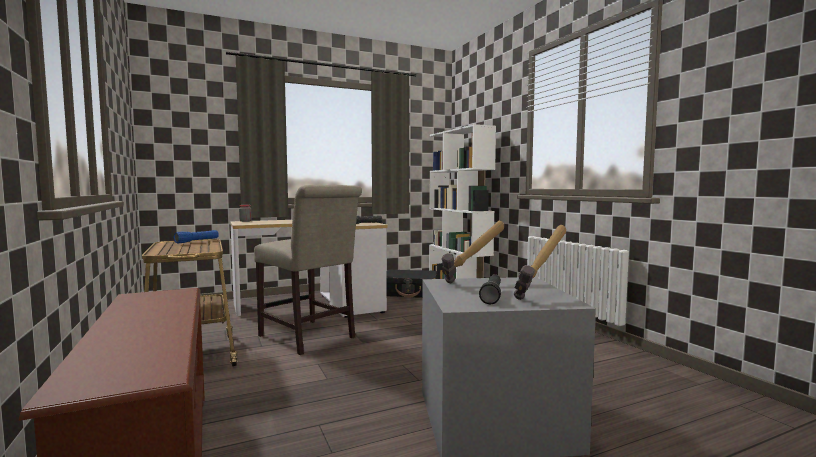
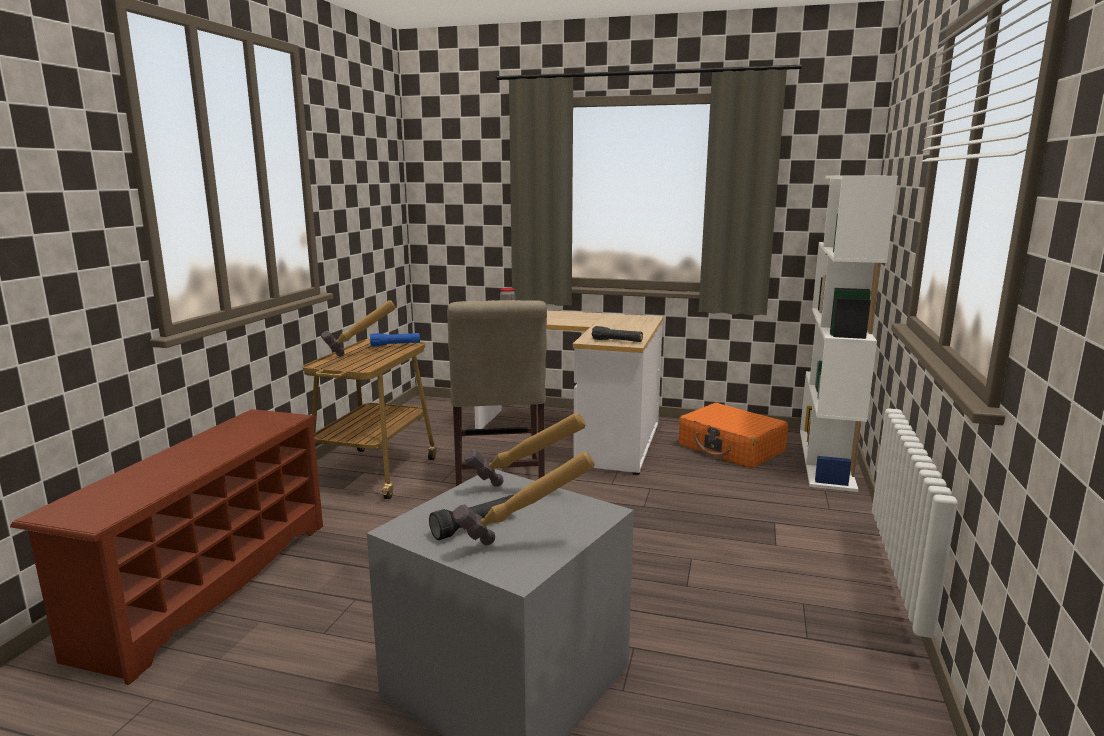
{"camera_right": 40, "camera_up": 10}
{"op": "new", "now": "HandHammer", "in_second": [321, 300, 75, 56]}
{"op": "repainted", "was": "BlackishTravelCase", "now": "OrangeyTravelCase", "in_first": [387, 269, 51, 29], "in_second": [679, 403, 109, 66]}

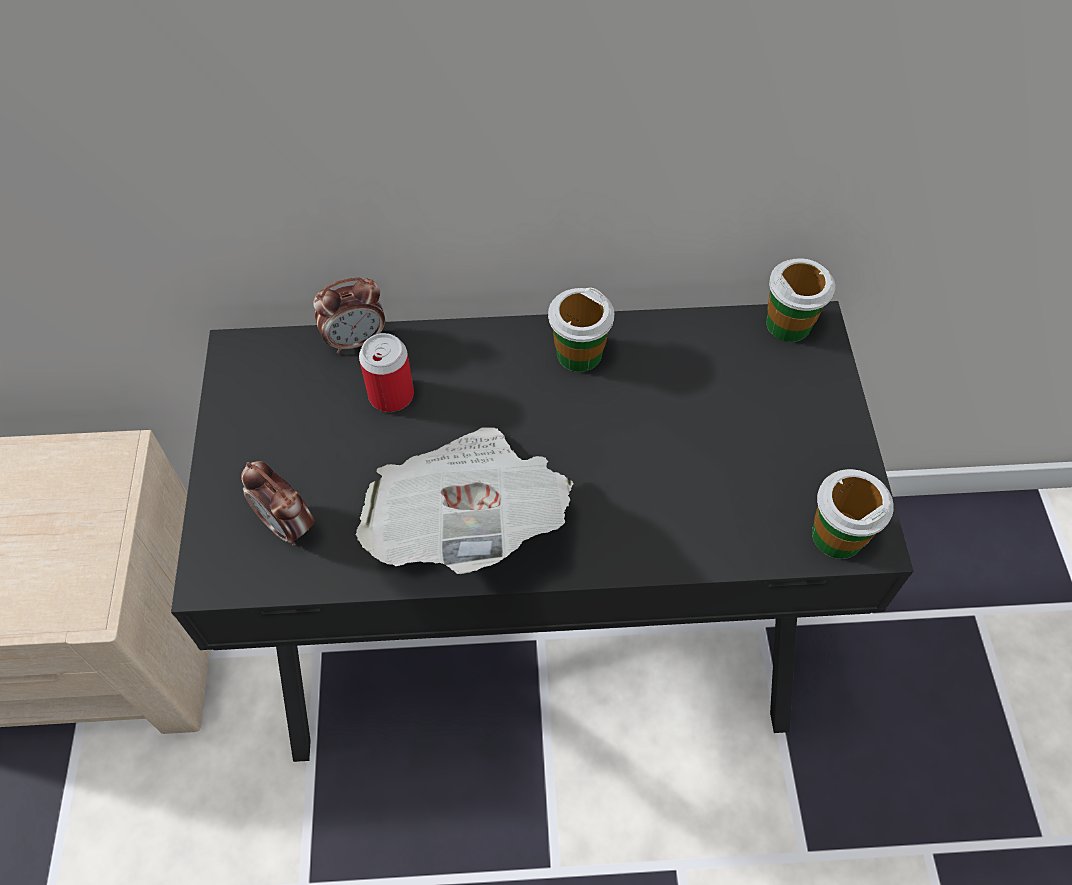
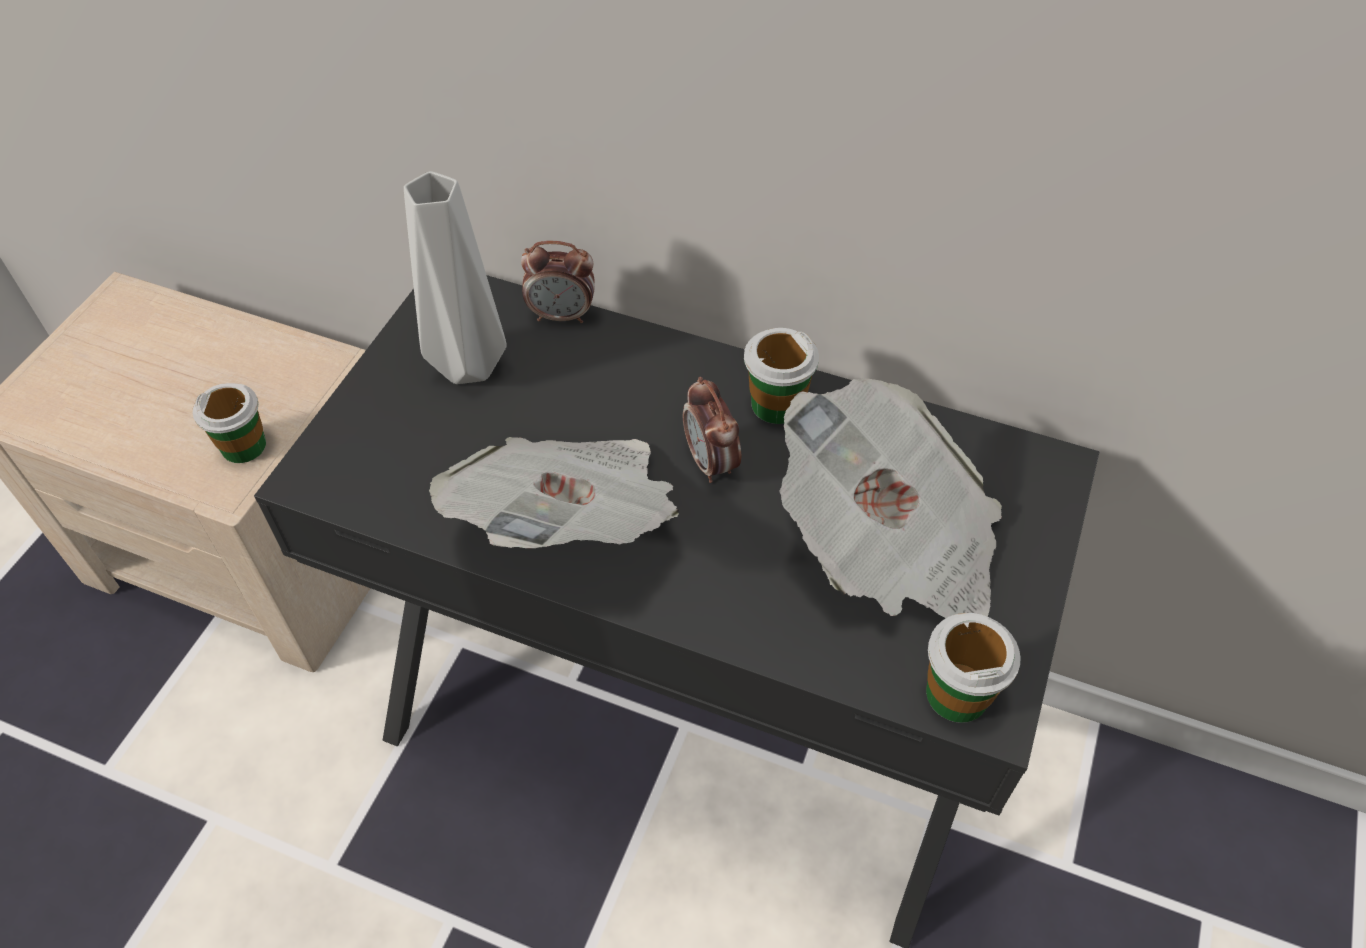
{"camera_right": 25, "camera_up": -5}
{"op": "shifted", "was": "SmallCup", "in_first": [766, 258, 69, 84], "in_second": [193, 383, 73, 80]}
{"op": "new", "now": "GrayFlowerVase", "in_second": [404, 171, 103, 213]}
{"op": "shifted", "was": "BedsideClock", "in_first": [241, 461, 73, 85], "in_second": [683, 377, 58, 106]}
{"op": "new", "now": "PrintedPaper", "in_second": [779, 379, 223, 239]}
{"op": "gone", "was": "MetalCan", "in_first": [359, 333, 55, 79]}

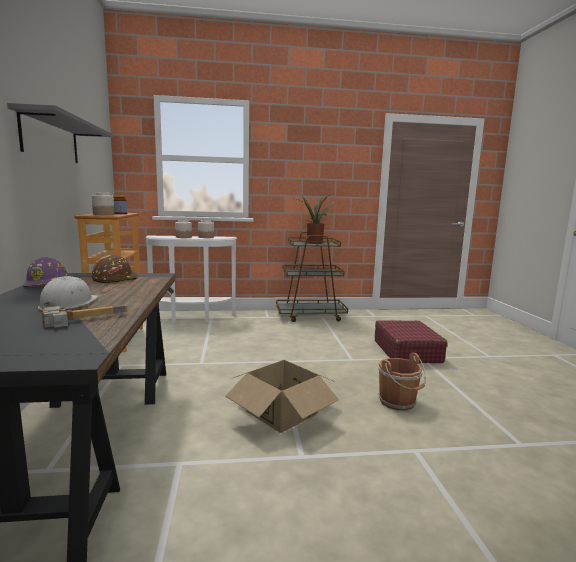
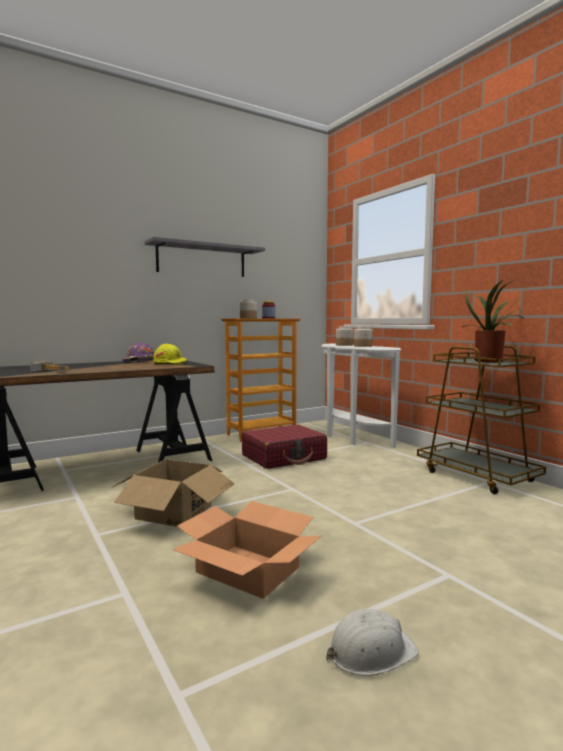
{"camera_right": 65, "camera_up": -5}
{"op": "repainted", "was": "BrownColouredSafetyHelmet", "now": "YellowColouredSafetyHelmet", "in_first": [91, 255, 47, 28], "in_second": [153, 344, 34, 21]}
{"op": "swapped", "was": "BrownColouredBucket", "now": "PackingBox", "in_first": [378, 353, 48, 57], "in_second": [172, 501, 150, 98]}
{"op": "shifted", "was": "RedTravelCase", "in_first": [375, 320, 73, 43], "in_second": [241, 424, 86, 45]}
{"op": "shifted", "was": "WhiteSafetyHelmet", "in_first": [38, 276, 61, 34], "in_second": [326, 609, 93, 67]}

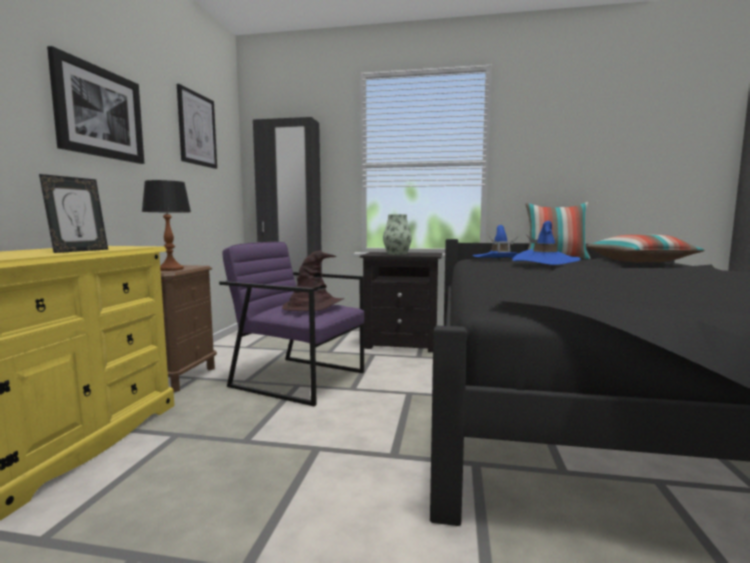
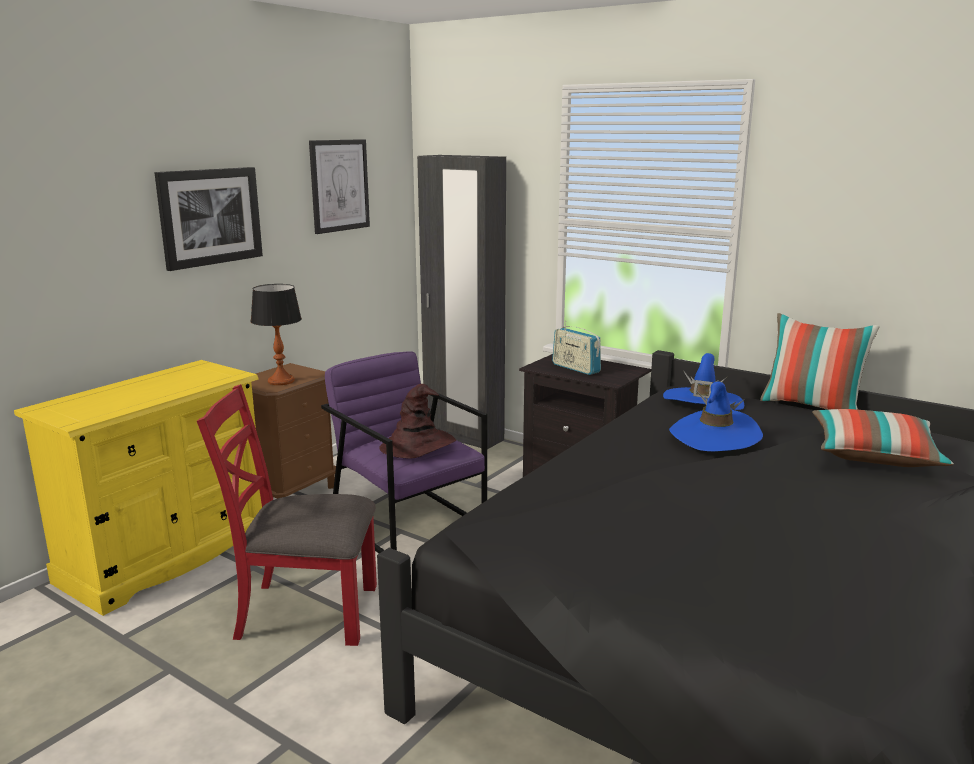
{"camera_right": 25, "camera_up": 10}
{"op": "new", "now": "RedChair", "in_second": [197, 384, 180, 262]}
{"op": "swapped", "was": "FlowerVase", "now": "Radio", "in_first": [383, 214, 29, 41], "in_second": [552, 321, 49, 54]}
{"op": "gone", "was": "PictureFrame", "in_first": [39, 174, 69, 79]}

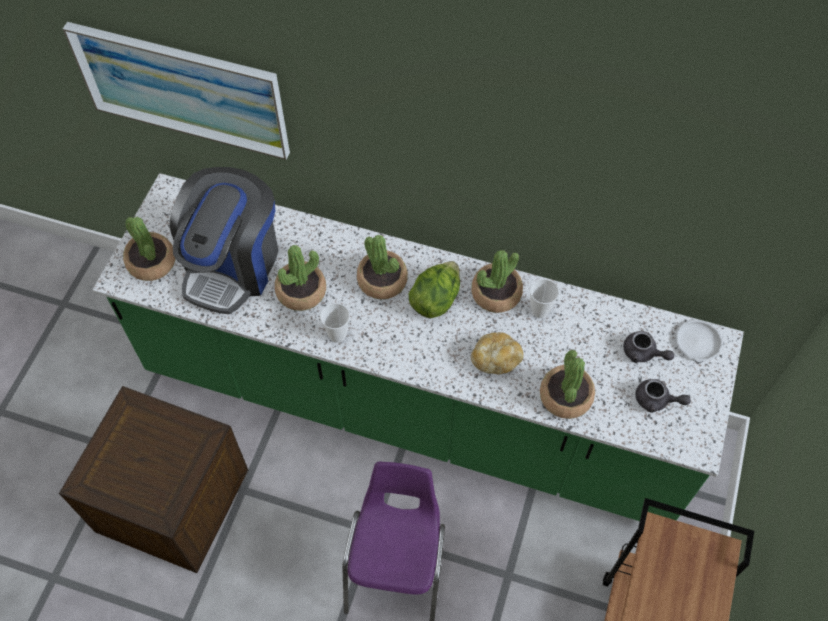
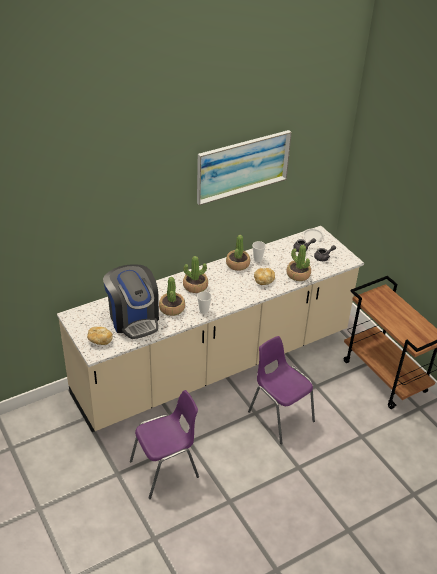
{"camera_right": -50, "camera_up": -20}
{"op": "repainted", "was": "GreenKitchenBaseUnit", "now": "BeigeKitchenBaseUnit", "in_first": [93, 173, 651, 348], "in_second": [57, 226, 307, 206]}
{"op": "swapped", "was": "Houseplant", "now": "Bread", "in_first": [123, 217, 52, 64], "in_second": [87, 327, 26, 18]}
{"op": "swapped", "was": "ShippingCrate", "now": "PurplishChair", "in_first": [59, 386, 189, 187], "in_second": [130, 390, 69, 109]}
{"op": "shifted", "was": "Picture", "in_first": [63, 22, 227, 138], "in_second": [197, 130, 95, 75]}
{"op": "gone", "was": "Lettuce", "in_first": [409, 261, 51, 57]}

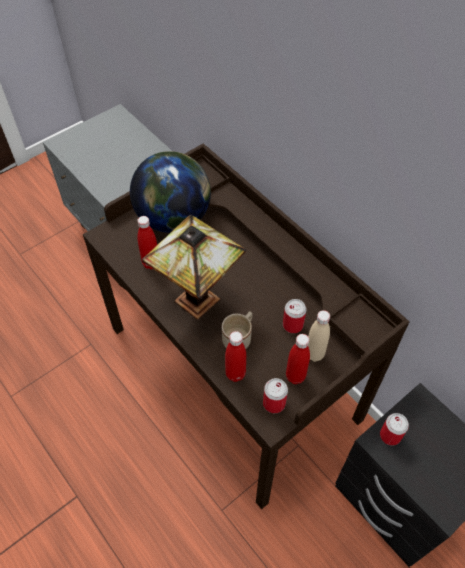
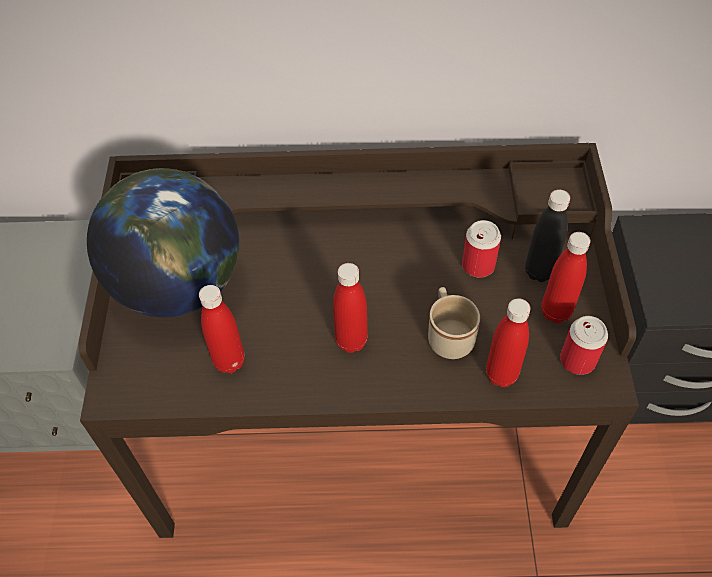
{"camera_right": -50, "camera_up": 0}
{"op": "swapped", "was": "TableLamp", "now": "RedBeverageBottle", "in_first": [142, 215, 104, 105], "in_second": [333, 263, 35, 90]}
{"op": "repainted", "was": "BeigeBeverageBottle", "now": "BlackishBeverageBottle", "in_first": [308, 310, 22, 52], "in_second": [525, 189, 45, 93]}
{"op": "gone", "was": "MetalCan", "in_first": [380, 413, 29, 33]}

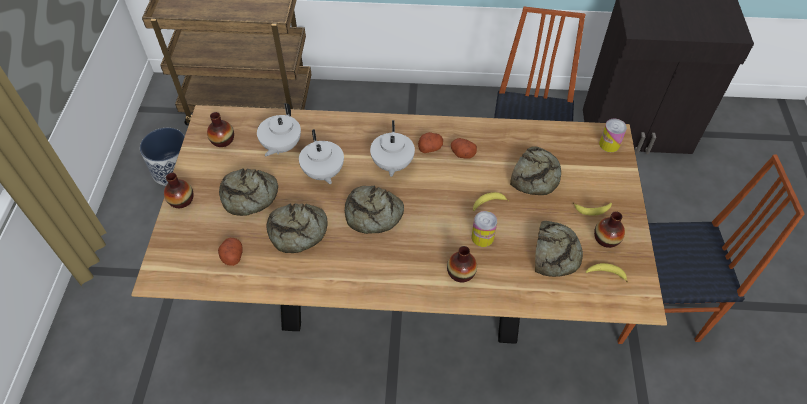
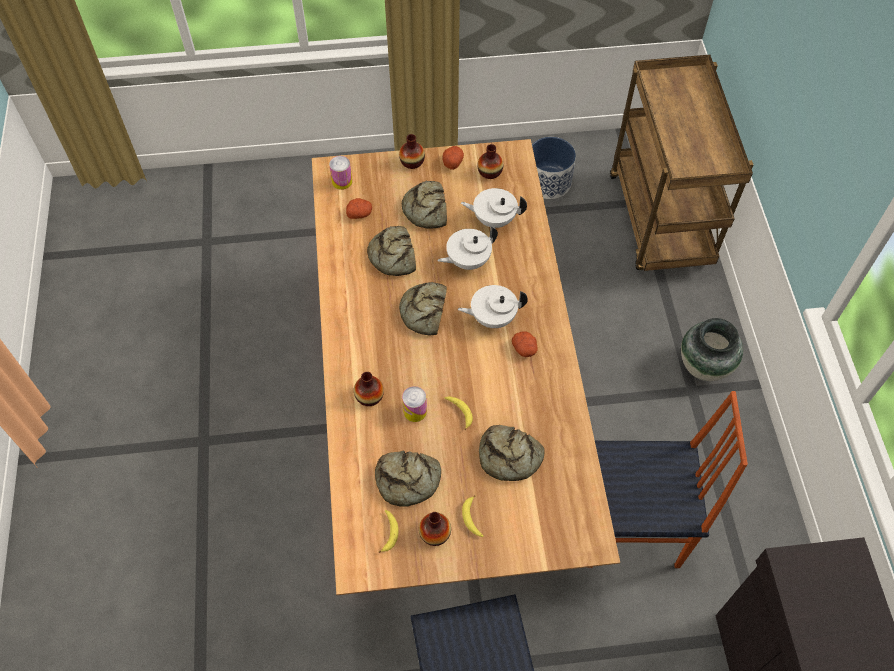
{"camera_right": 80, "camera_up": 5}
{"op": "shifted", "was": "MetalCan", "in_first": [599, 118, 28, 34], "in_second": [329, 156, 23, 34]}
{"op": "shifted", "was": "Spud", "in_first": [451, 138, 26, 21], "in_second": [442, 146, 22, 24]}
{"op": "new", "now": "FlowerVase", "in_second": [681, 318, 62, 63]}

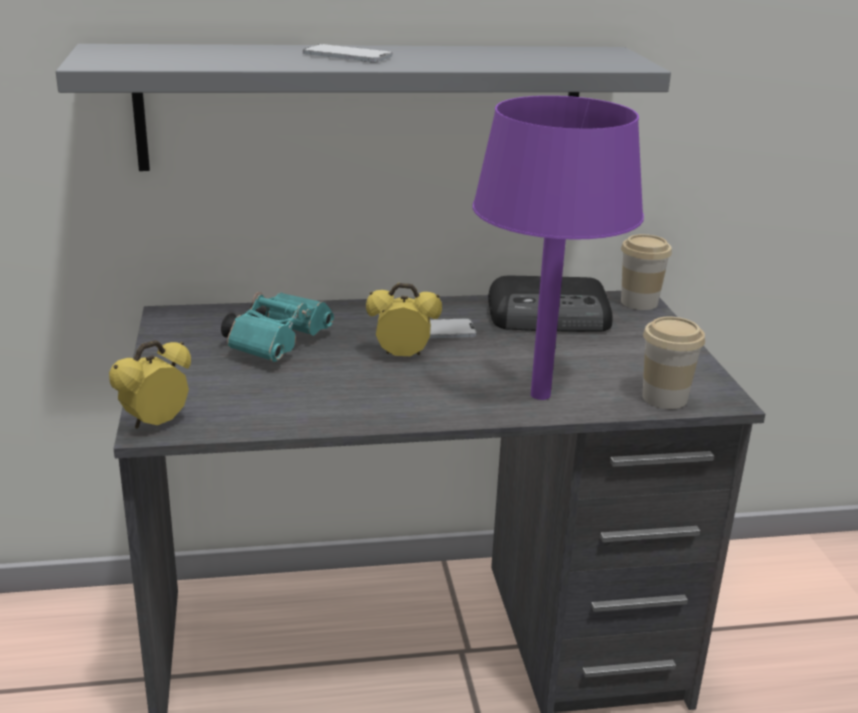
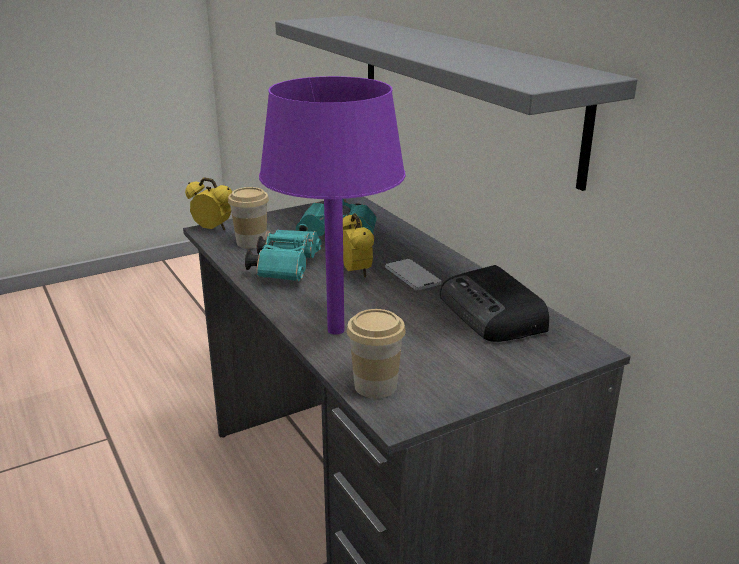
{"camera_right": 70, "camera_up": 0}
{"op": "shifted", "was": "SmallCup", "in_first": [621, 234, 51, 76], "in_second": [228, 187, 41, 62]}
{"op": "new", "now": "BlueGreenPairOfBinoculars", "in_second": [245, 230, 76, 51]}
{"op": "gone", "was": "Telephone", "in_first": [303, 44, 89, 19]}

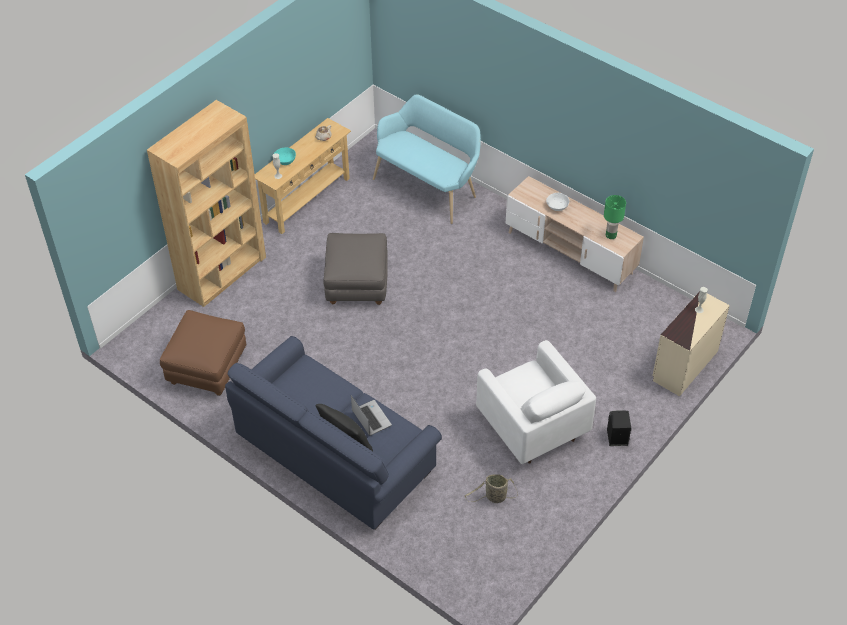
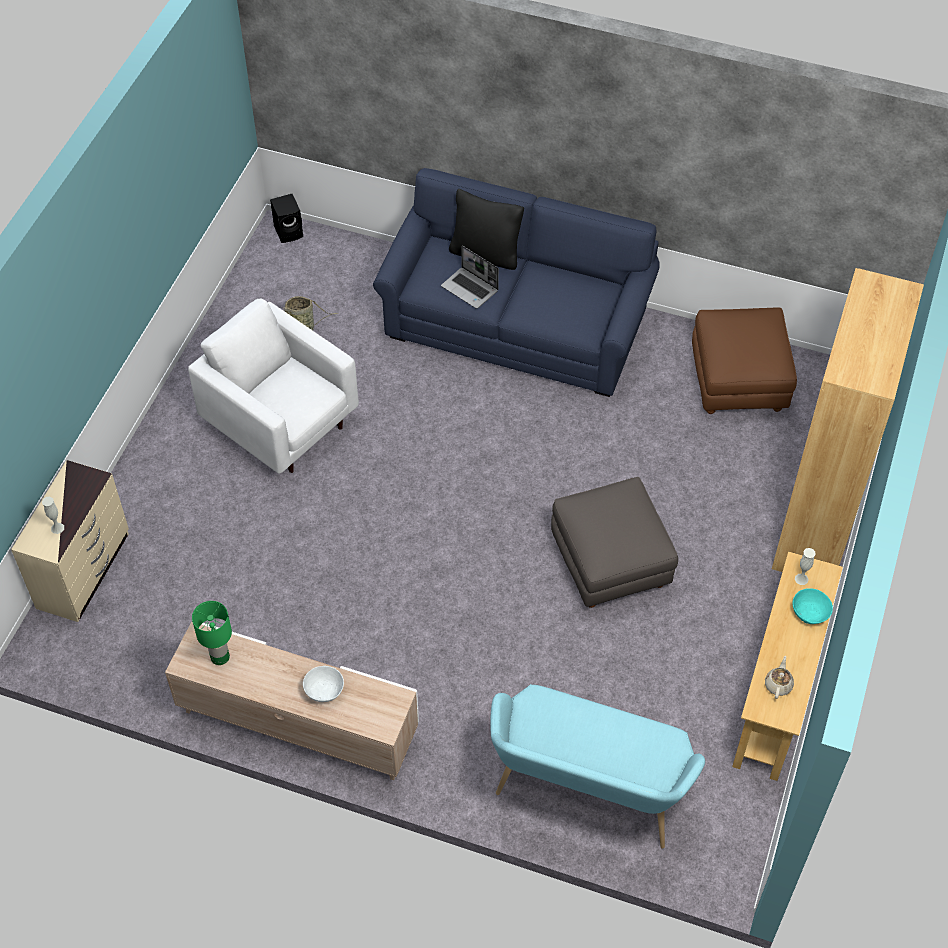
{"camera_right": 160, "camera_up": 5}
{"op": "shifted", "was": "BlackishSpeaker", "in_first": [607, 410, 24, 36], "in_second": [270, 194, 33, 49]}

